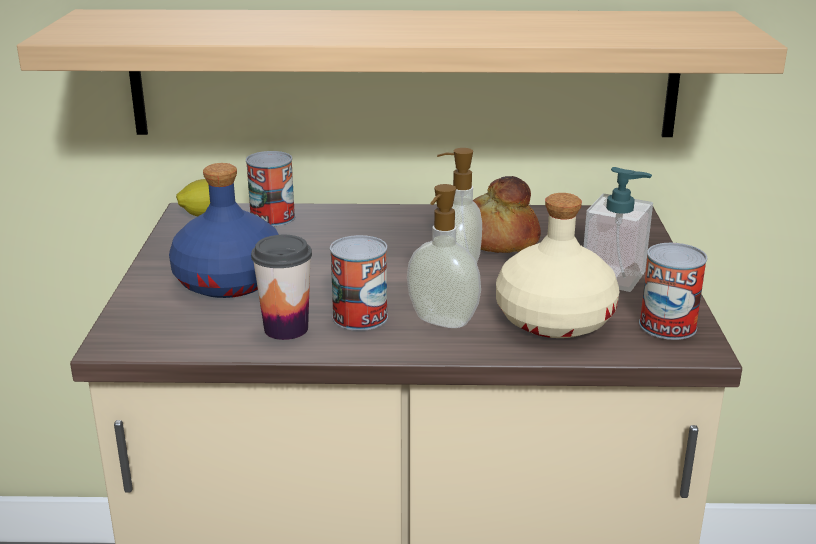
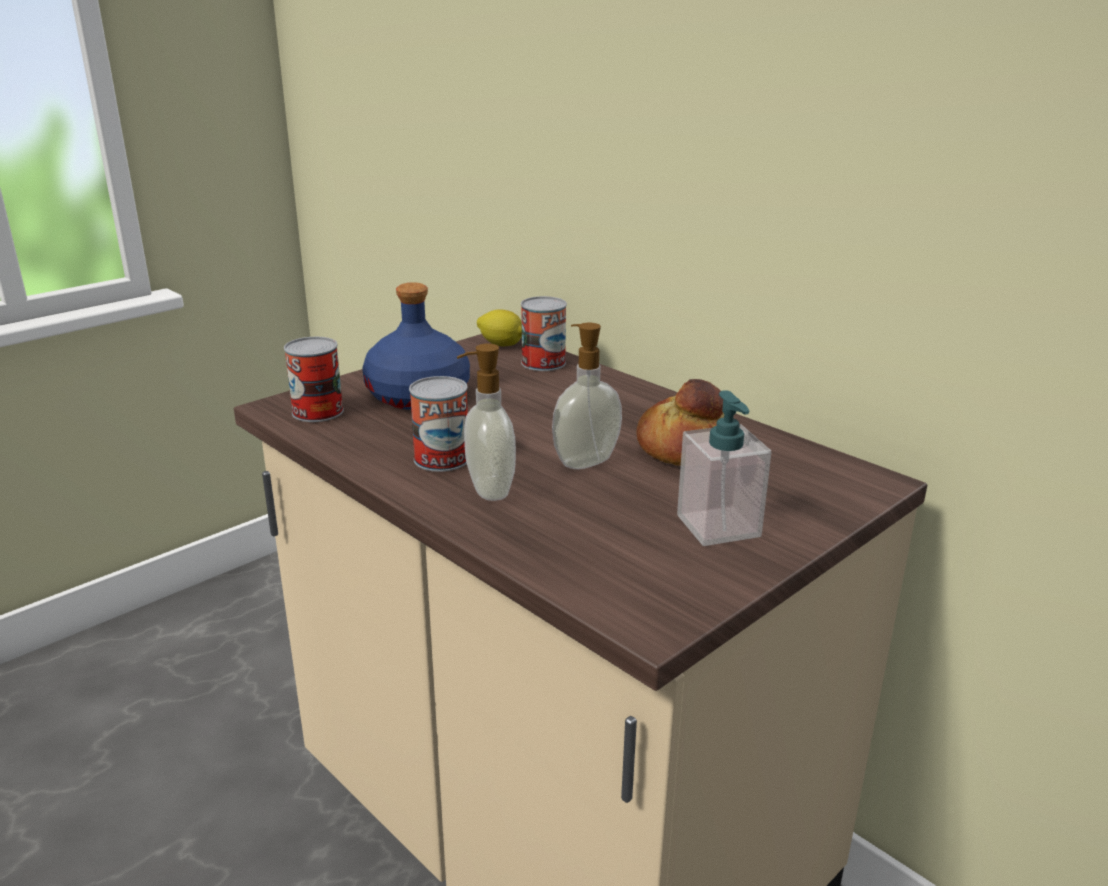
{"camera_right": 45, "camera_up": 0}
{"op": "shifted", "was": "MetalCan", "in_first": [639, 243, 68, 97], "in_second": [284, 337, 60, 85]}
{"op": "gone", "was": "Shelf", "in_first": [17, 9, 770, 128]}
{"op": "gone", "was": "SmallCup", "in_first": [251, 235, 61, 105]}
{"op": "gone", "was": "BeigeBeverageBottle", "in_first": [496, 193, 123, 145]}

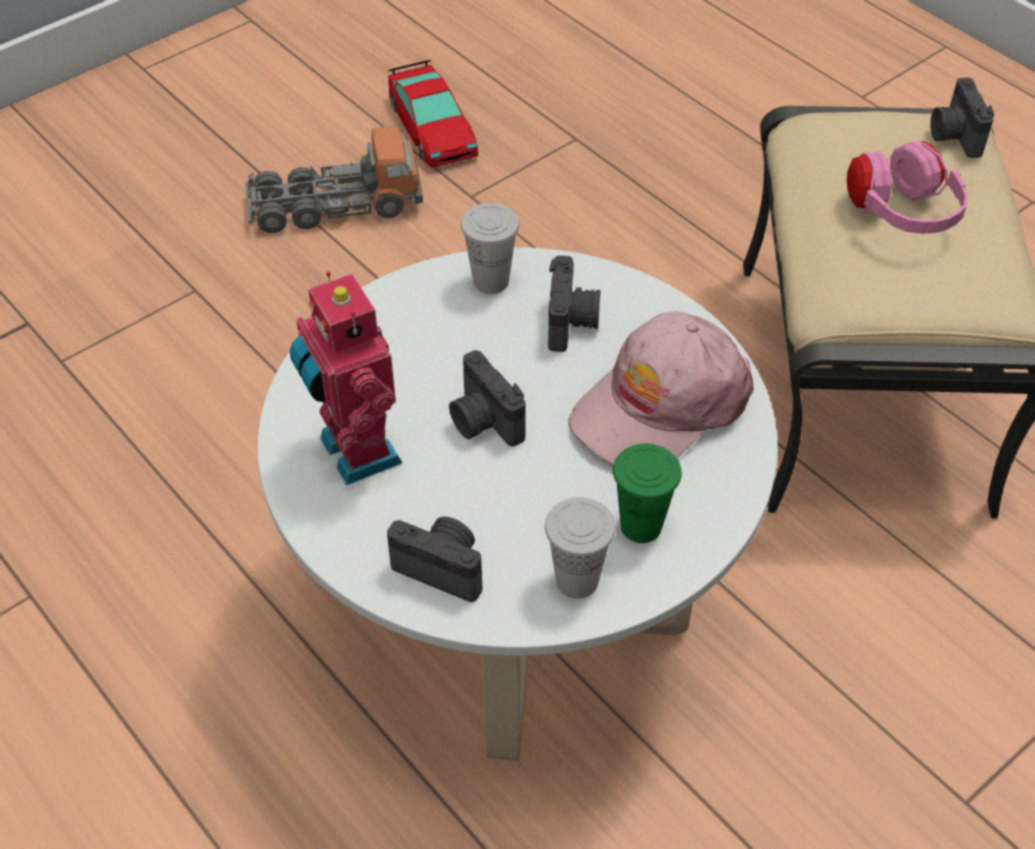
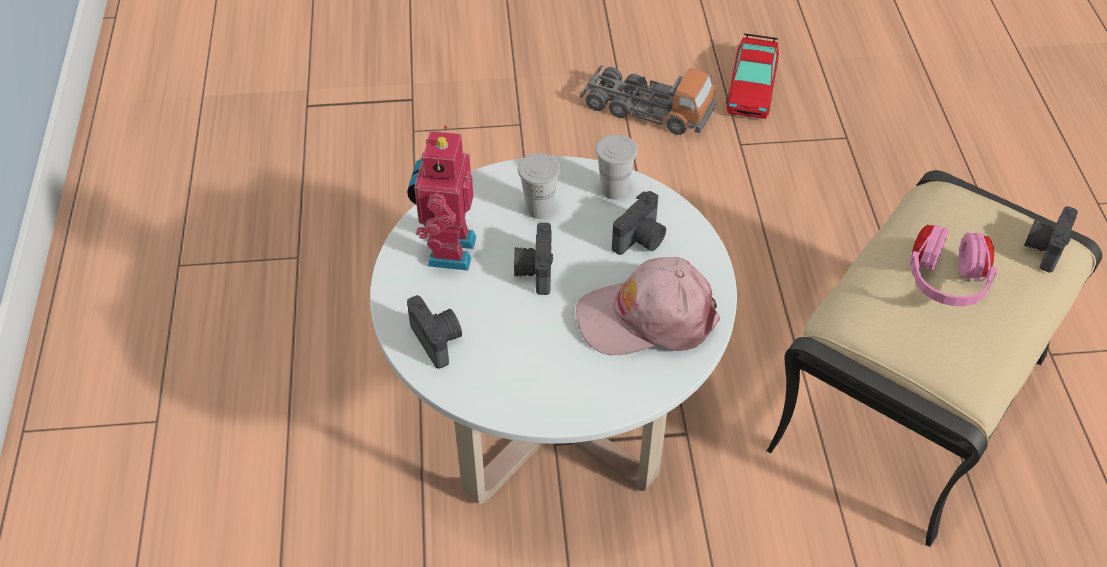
{"camera_right": 35, "camera_up": 0}
{"op": "shifted", "was": "WhiteSmallCup", "in_first": [545, 497, 71, 102], "in_second": [518, 153, 43, 66]}
{"op": "gone", "was": "GreenSmallCup", "in_first": [613, 444, 69, 99]}

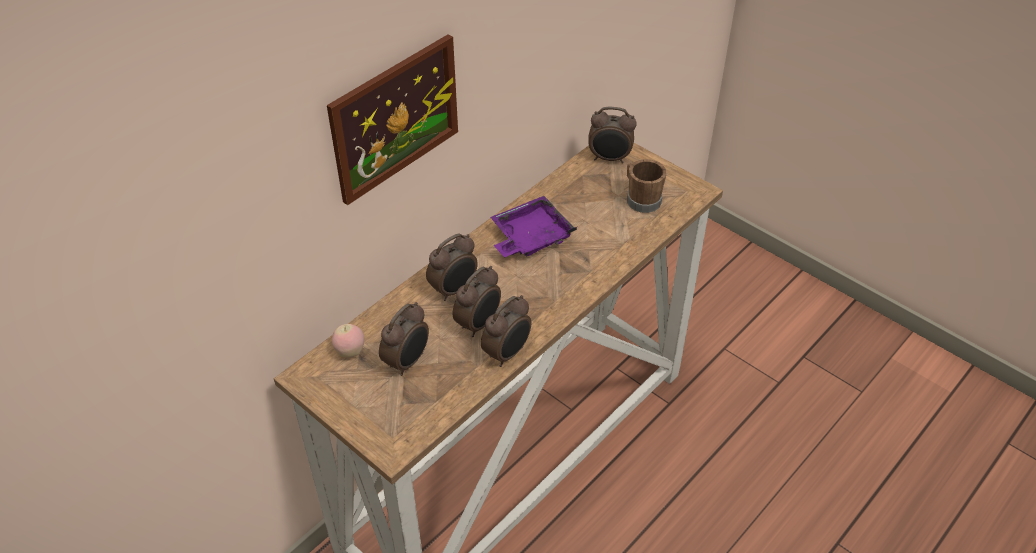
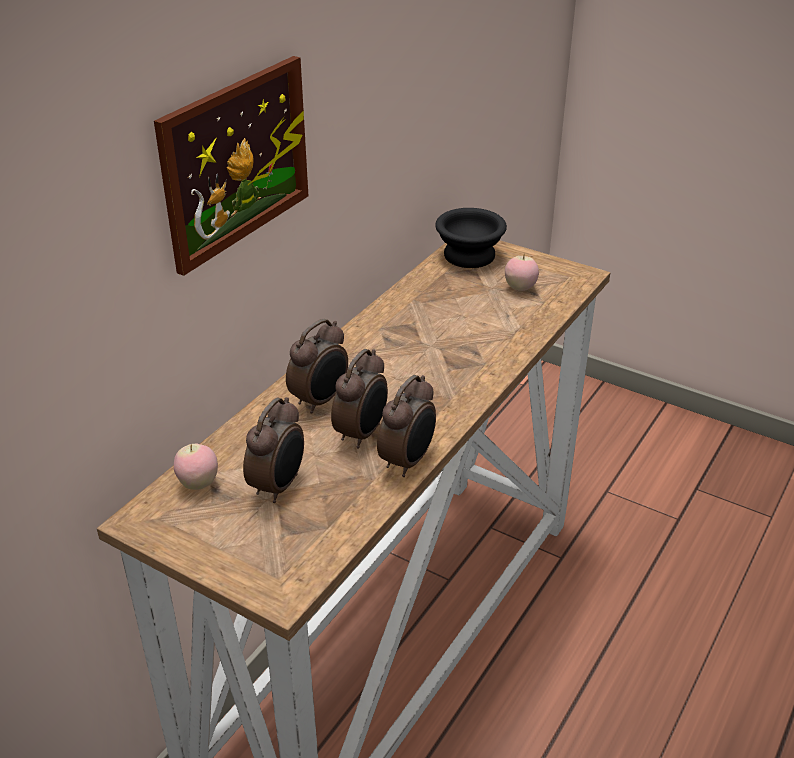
{"camera_right": -10, "camera_up": -10}
{"op": "swapped", "was": "BedsideClock", "now": "BlackishServingBowl", "in_first": [588, 107, 49, 56], "in_second": [435, 208, 72, 60]}
{"op": "swapped", "was": "BrownColouredTeaMug", "now": "Apple", "in_first": [627, 159, 39, 54], "in_second": [505, 255, 34, 36]}
{"op": "gone", "was": "PurplishCarryingTray", "in_first": [490, 196, 87, 62]}

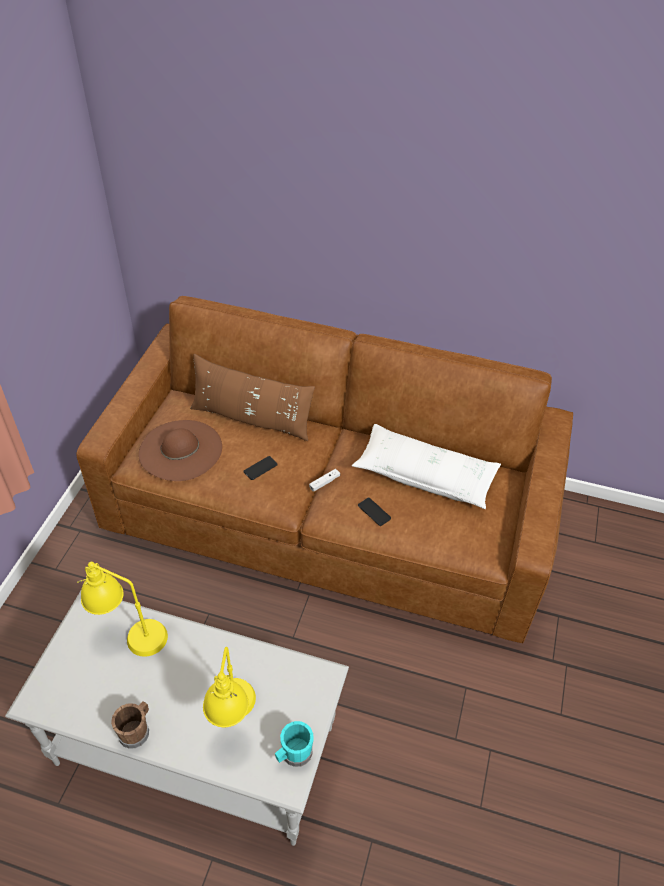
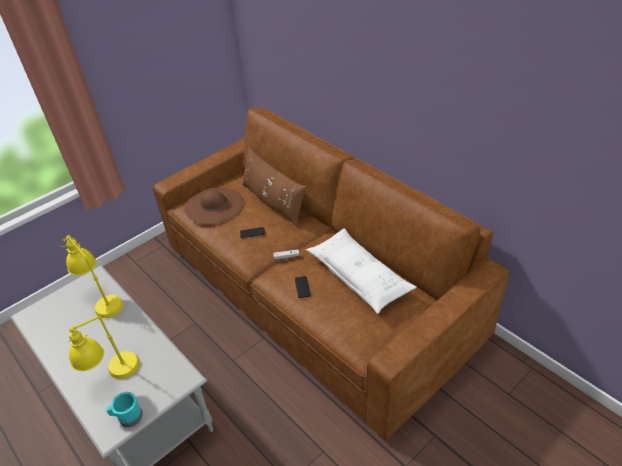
{"camera_right": 35, "camera_up": -5}
{"op": "gone", "was": "BrownColouredTeaMug", "in_first": [111, 701, 38, 48]}

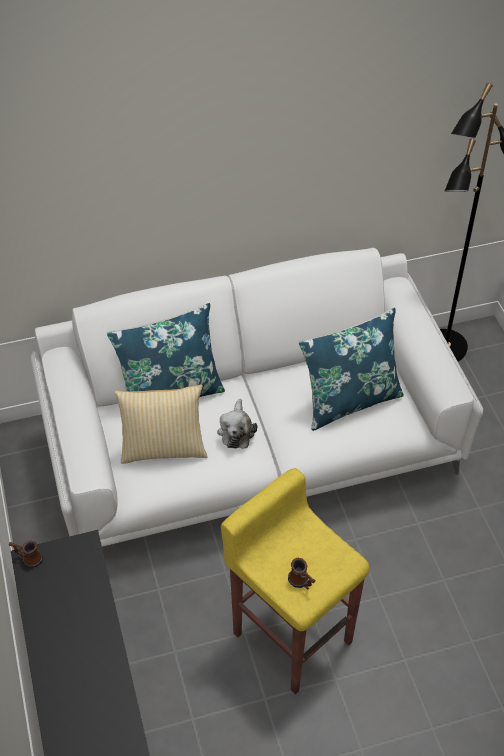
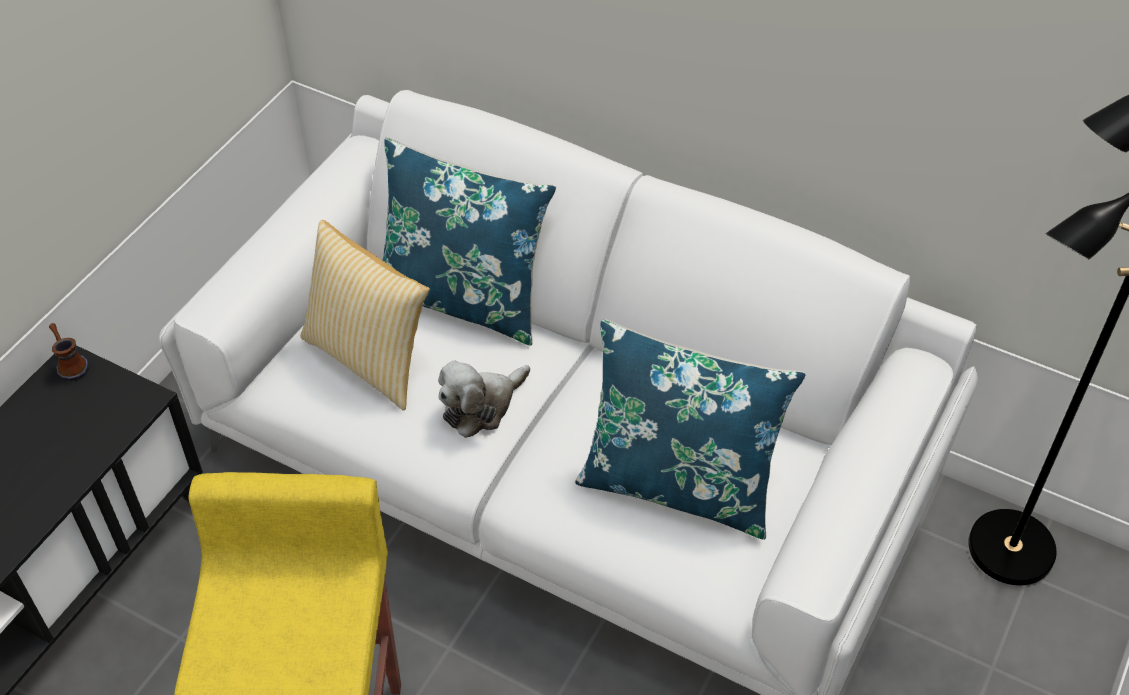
{"camera_right": 45, "camera_up": 0}
{"op": "gone", "was": "TeaMug", "in_first": [288, 558, 28, 31]}

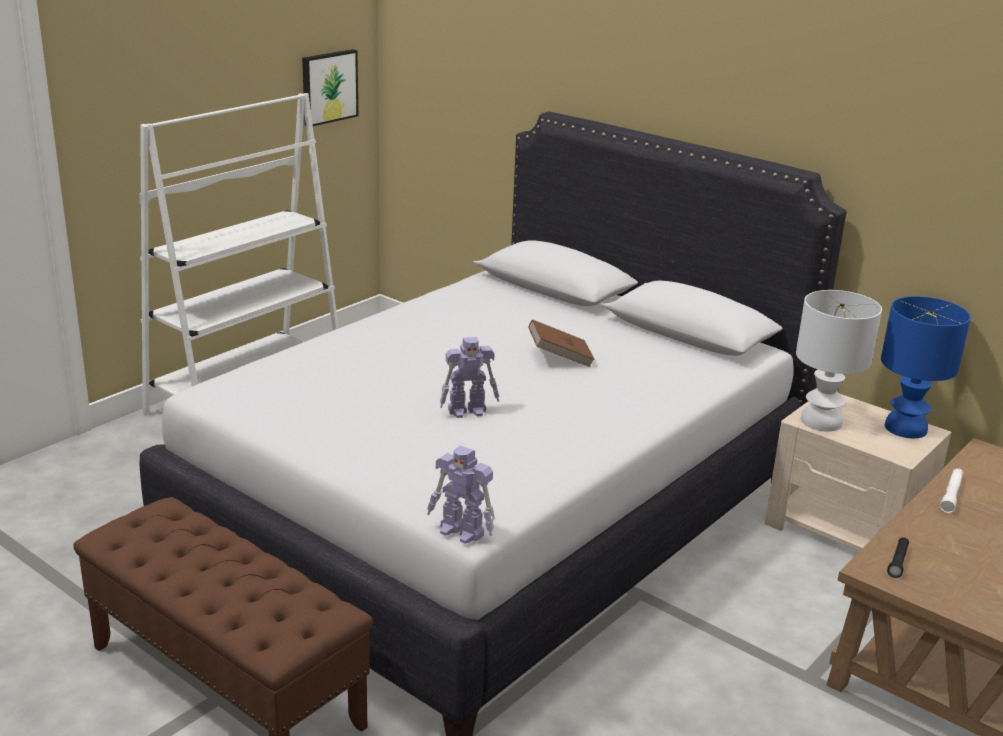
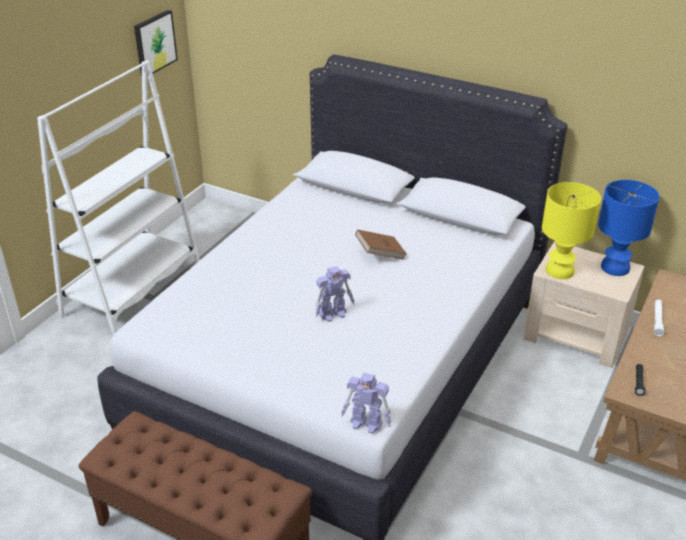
{"camera_right": -10, "camera_up": 10}
{"op": "repainted", "was": "WhiteTableLamp", "now": "YellowColouredTableLamp", "in_first": [796, 290, 86, 142], "in_second": [542, 182, 59, 97]}

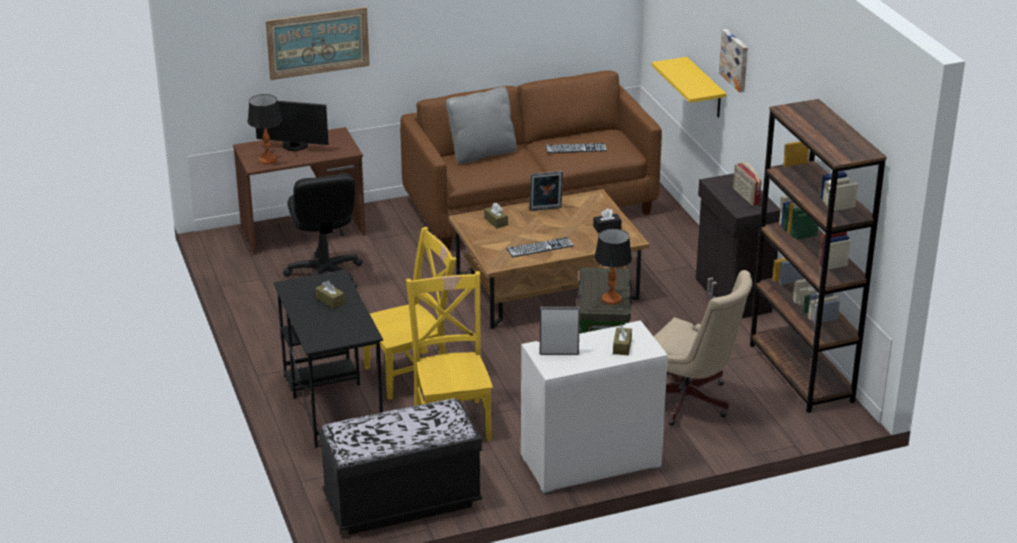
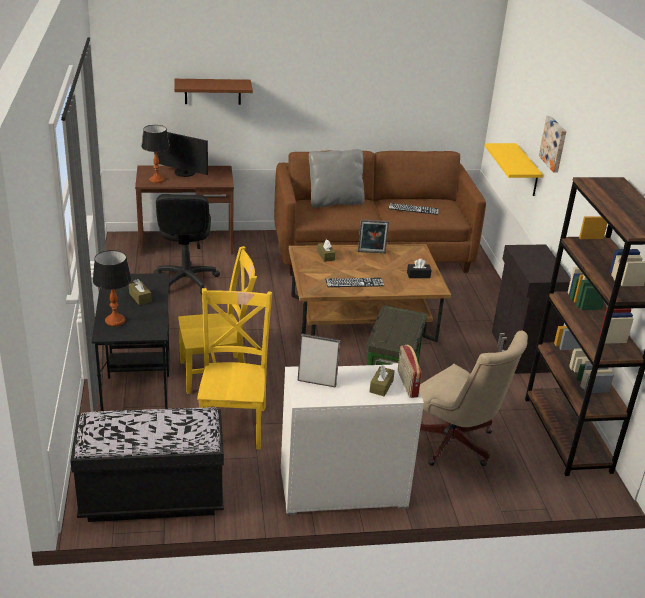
{"camera_right": 10, "camera_up": 0}
{"op": "shifted", "was": "TableLamp", "in_first": [594, 228, 38, 77], "in_second": [93, 250, 39, 76]}
{"op": "swapped", "was": "Picture", "now": "BrownColouredShelf", "in_first": [265, 7, 105, 73], "in_second": [174, 79, 79, 26]}
{"op": "shifted", "was": "Radio", "in_first": [733, 162, 28, 44], "in_second": [398, 345, 24, 53]}

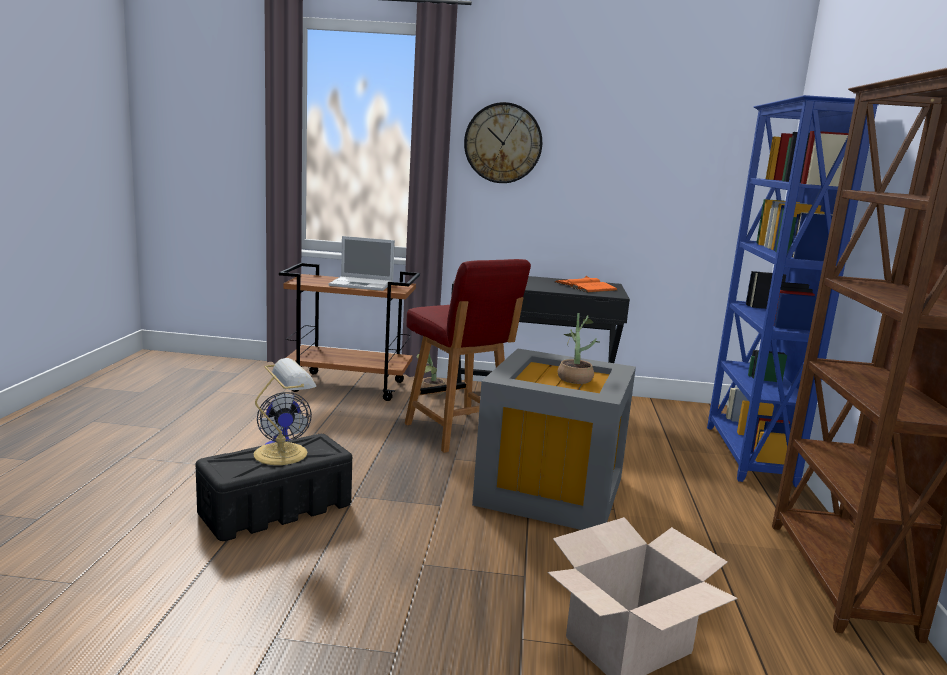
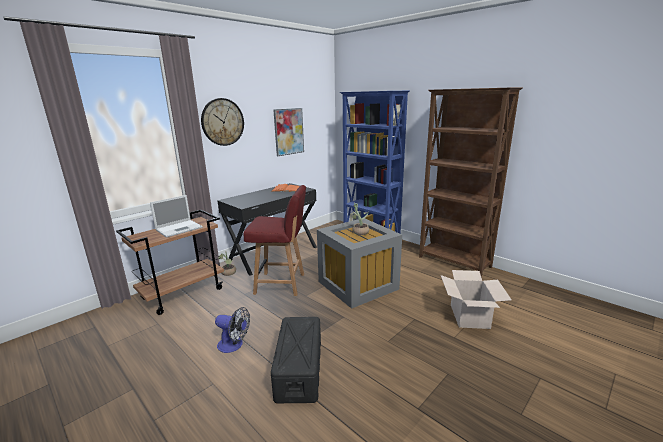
{"camera_right": -50, "camera_up": 5}
{"op": "new", "now": "Picture", "in_second": [273, 108, 31, 48]}
{"op": "gone", "was": "TableLamp", "in_first": [254, 358, 62, 107]}

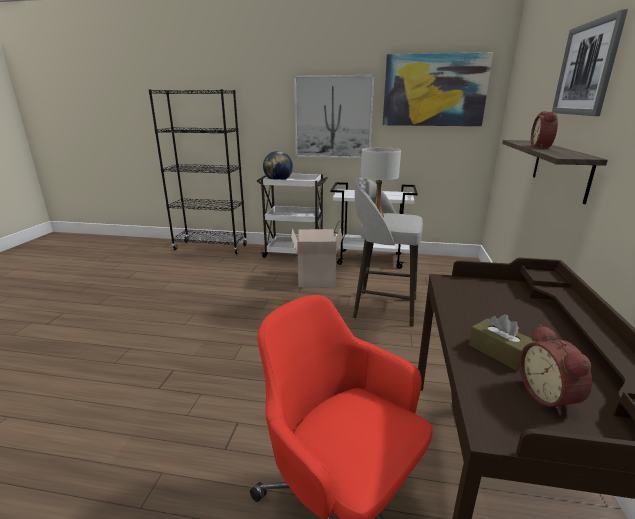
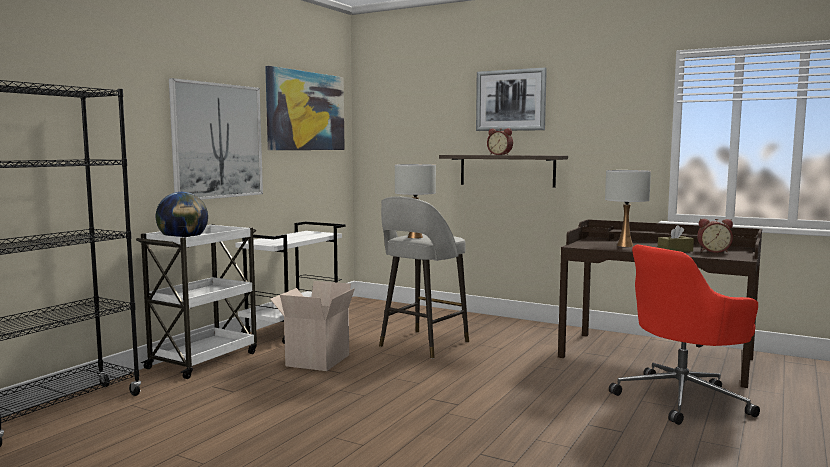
{"camera_right": -70, "camera_up": -15}
{"op": "new", "now": "WhiteTableLamp", "in_second": [605, 170, 46, 77]}

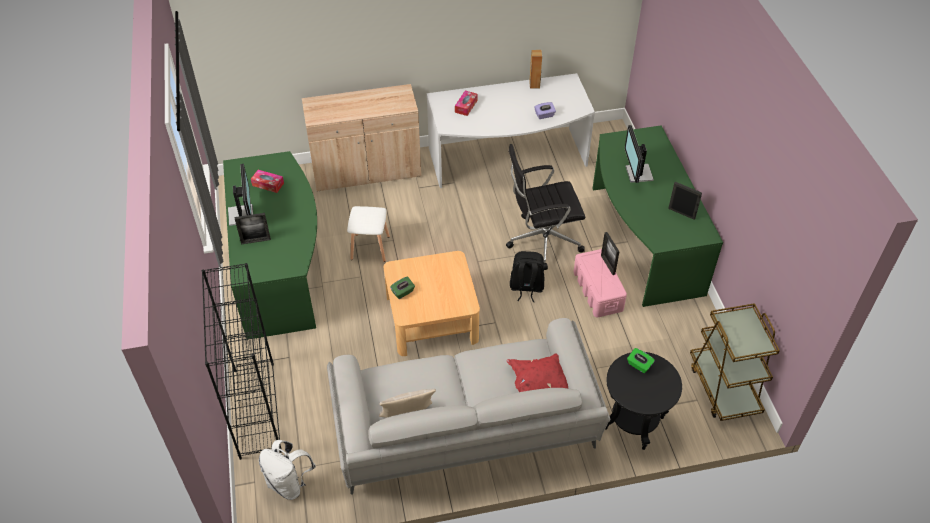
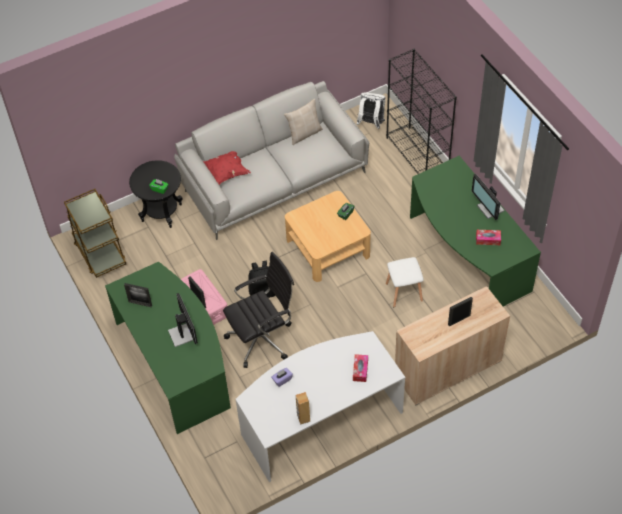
{"camera_right": 165, "camera_up": 5}
{"op": "shifted", "was": "PictureFrame", "in_first": [235, 213, 36, 31], "in_second": [448, 297, 25, 29]}

